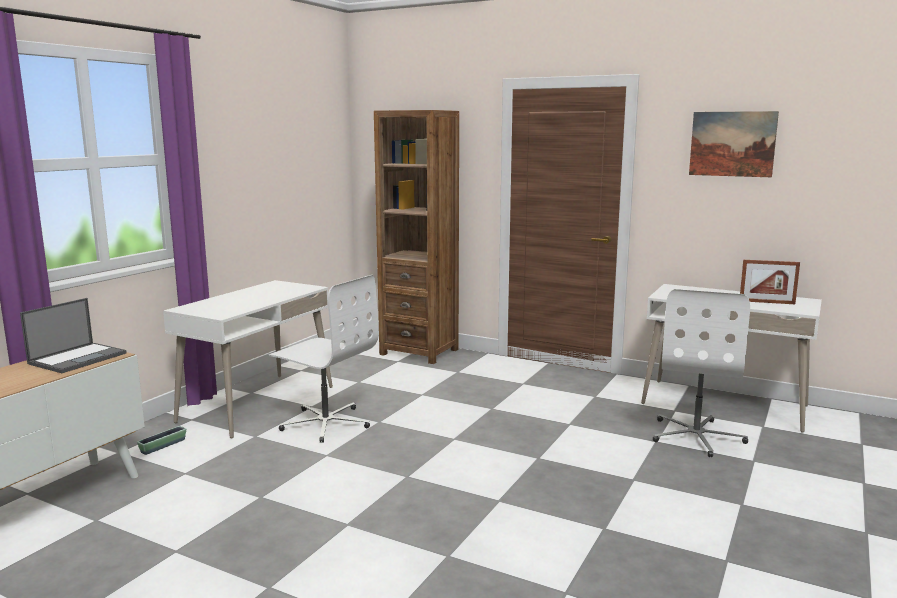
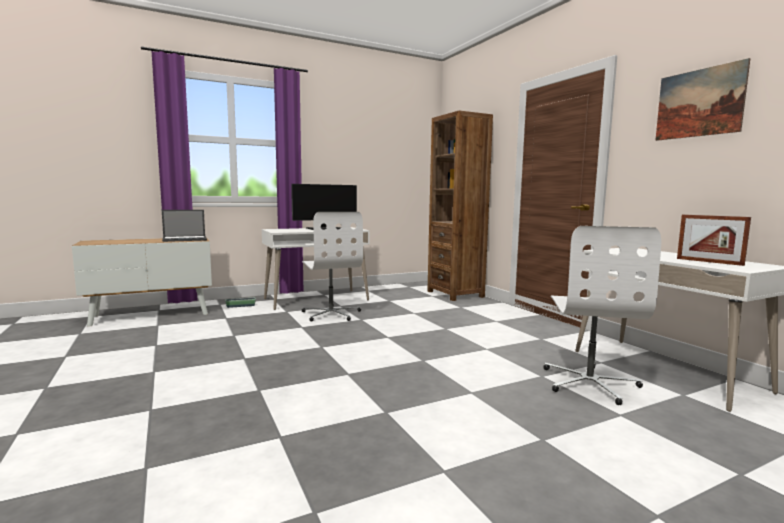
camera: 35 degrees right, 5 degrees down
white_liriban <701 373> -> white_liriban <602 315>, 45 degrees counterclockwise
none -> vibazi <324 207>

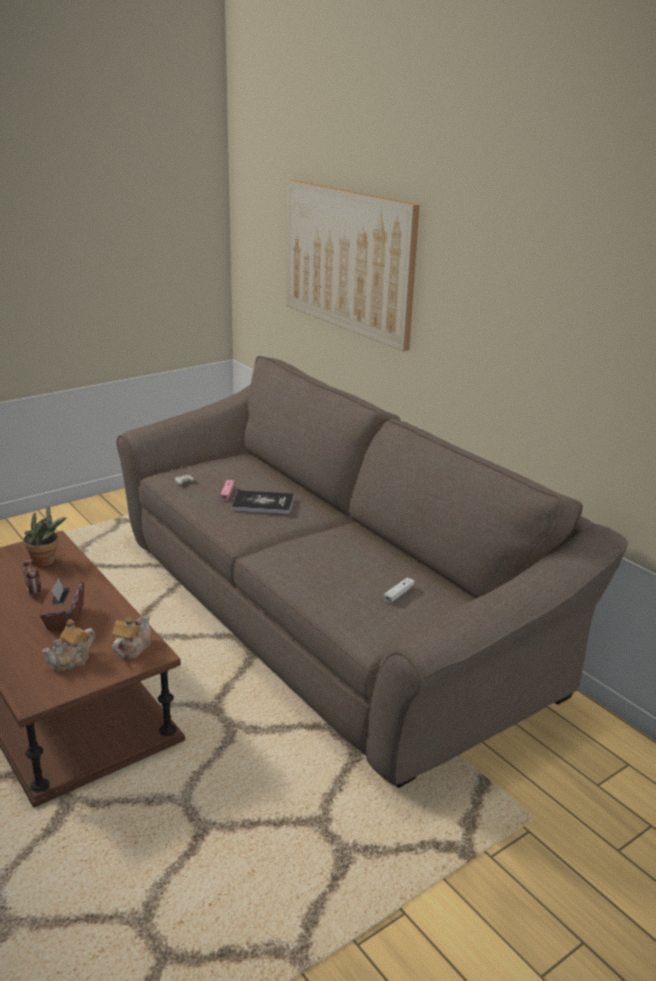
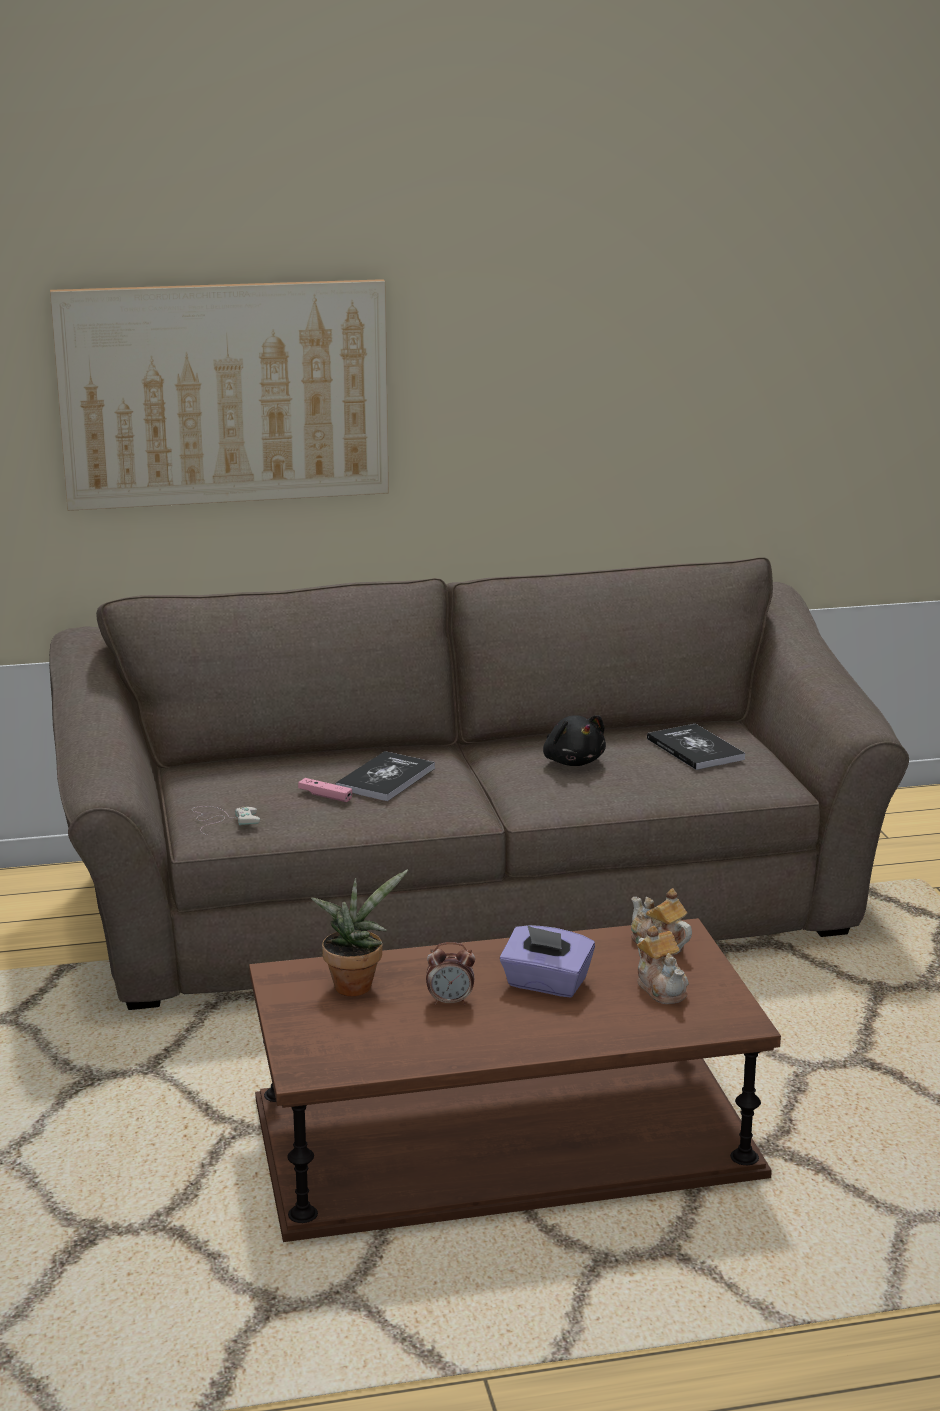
camera: 65 degrees left, 5 degrees down
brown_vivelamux <62 604> -> purple_vivelamux <547 961>
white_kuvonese <399 590> -> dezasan <696 747>
none -> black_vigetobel <574 740>

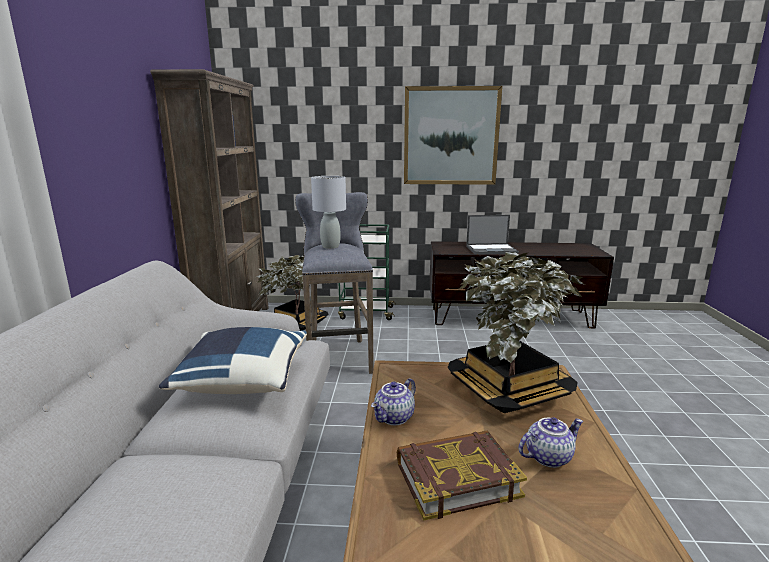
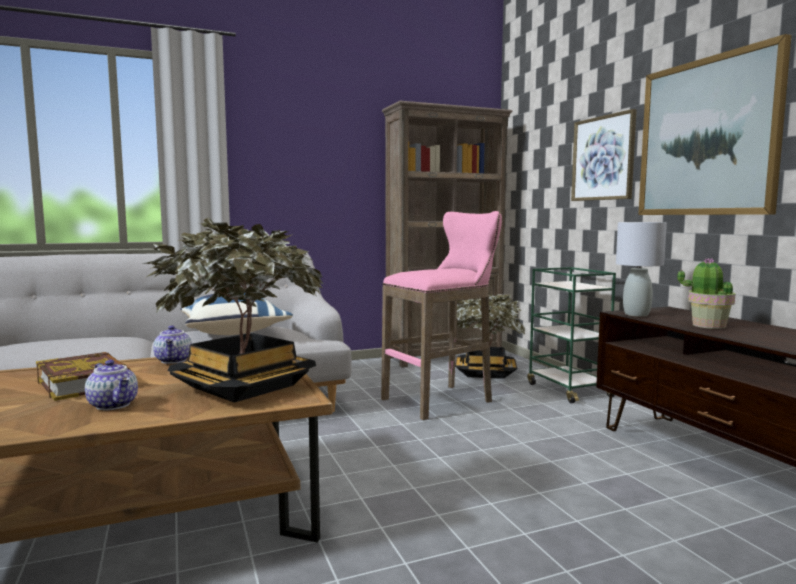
camera: 65 degrees right, 10 degrees down
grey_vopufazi <334 283> -> pink_vopufazi <441 315>
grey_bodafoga <328 212> -> grey_bodafoga <641 269>, shifted
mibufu <393 401> -> mibufu <172 344>, 120 degrees counterclockwise
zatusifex <492 234> -> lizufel <706 293>
none -> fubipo <604 155>

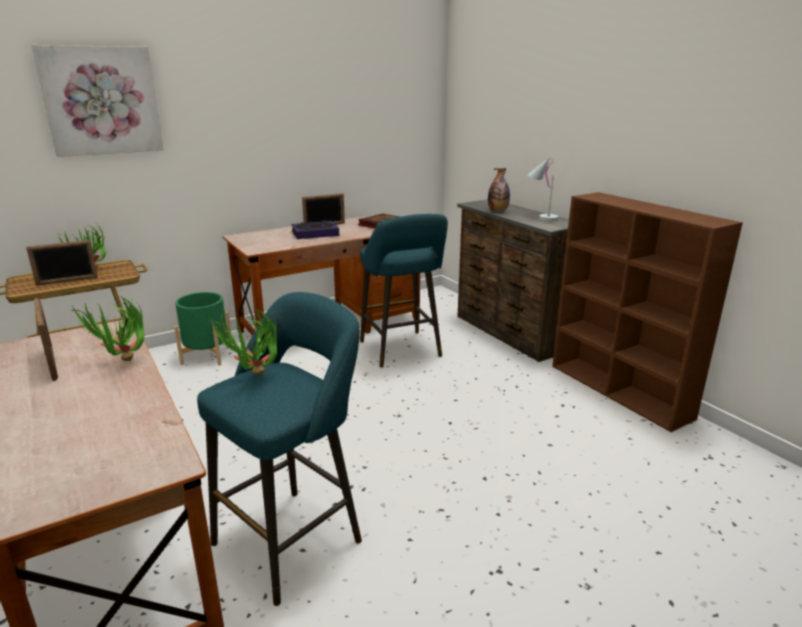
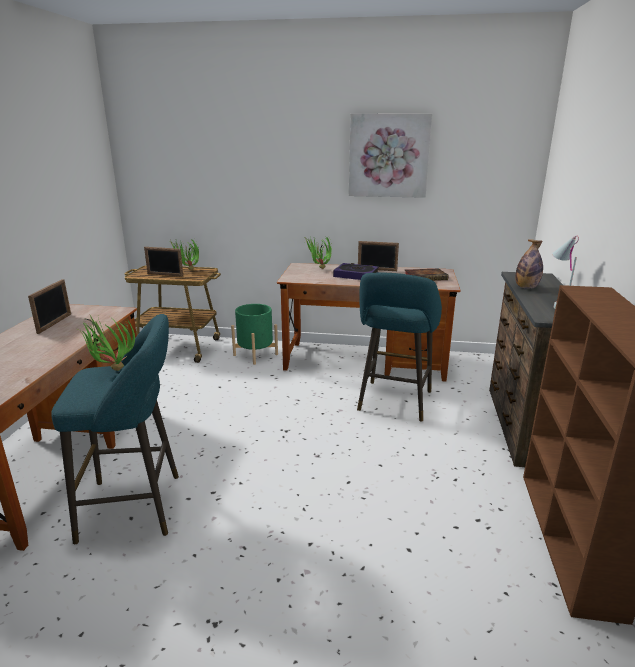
camera: 40 degrees right, 0 degrees up
fubipo <98 101> -> fubipo <390 156>, shifted
lizufel <107 328> -> lizufel <318 251>, shifted

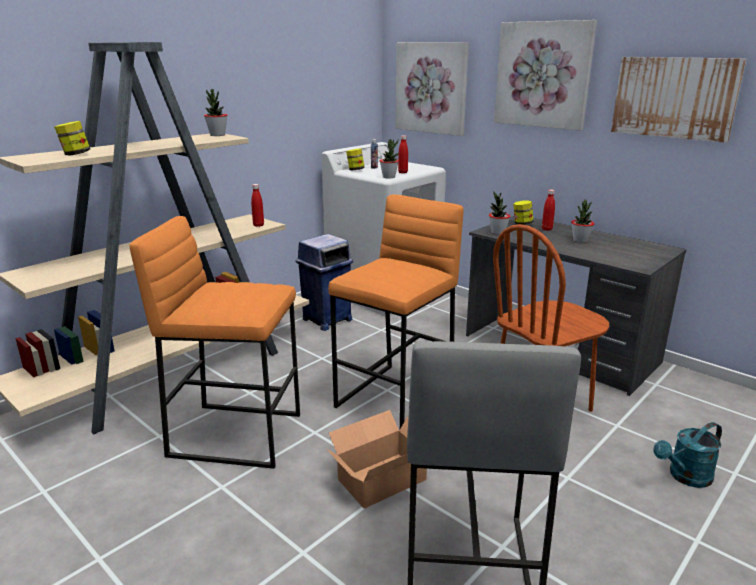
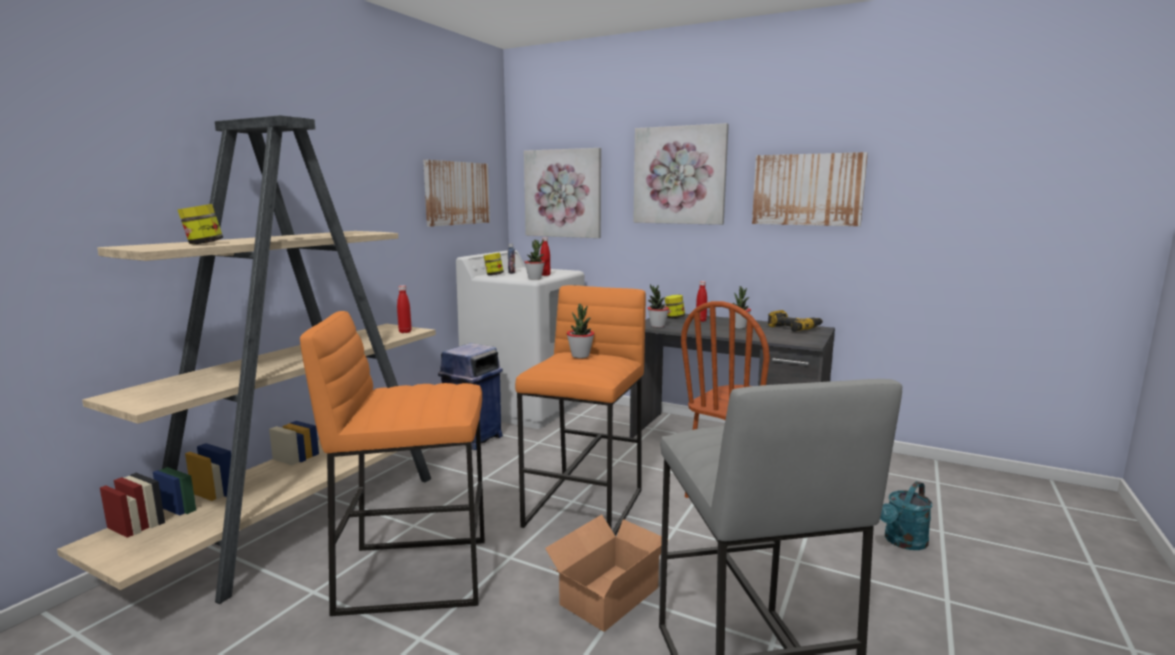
camera: 15 degrees left, 10 degrees down
lizufel <215 112> -> lizufel <580 331>, shifted
none -> fubipo <456 193>
none -> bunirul <795 321>

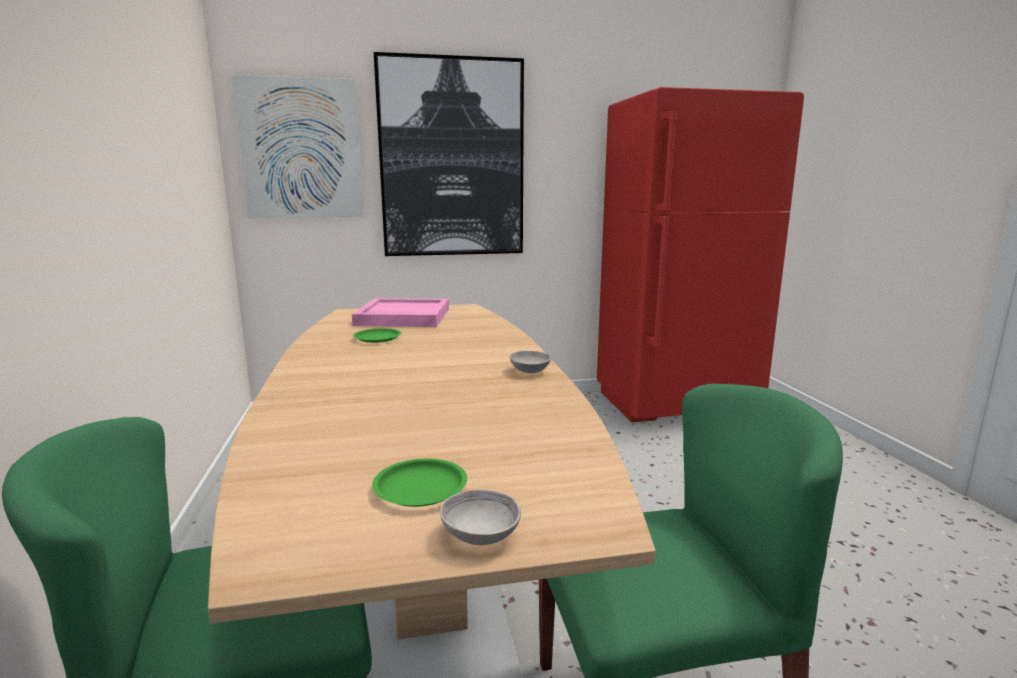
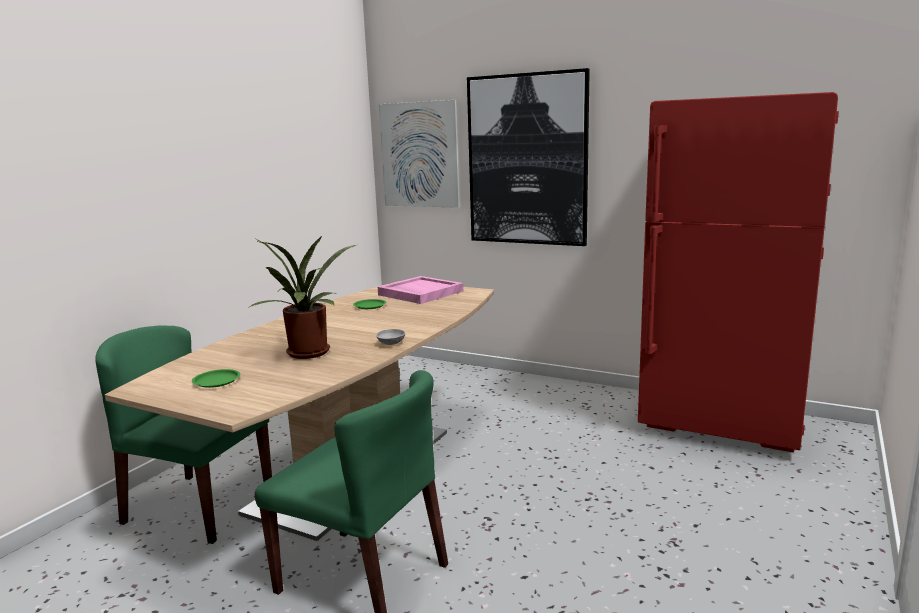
camera: 40 degrees right, 0 degrees up
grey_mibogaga <480 517> -> none
none -> lizufel <301 297>

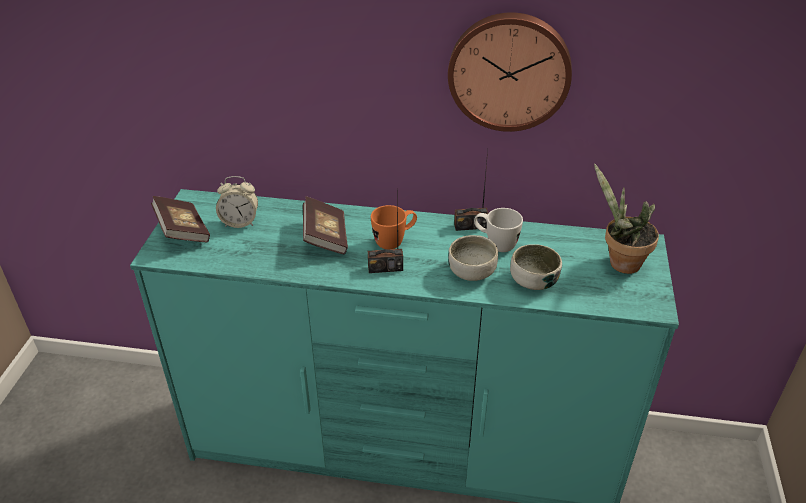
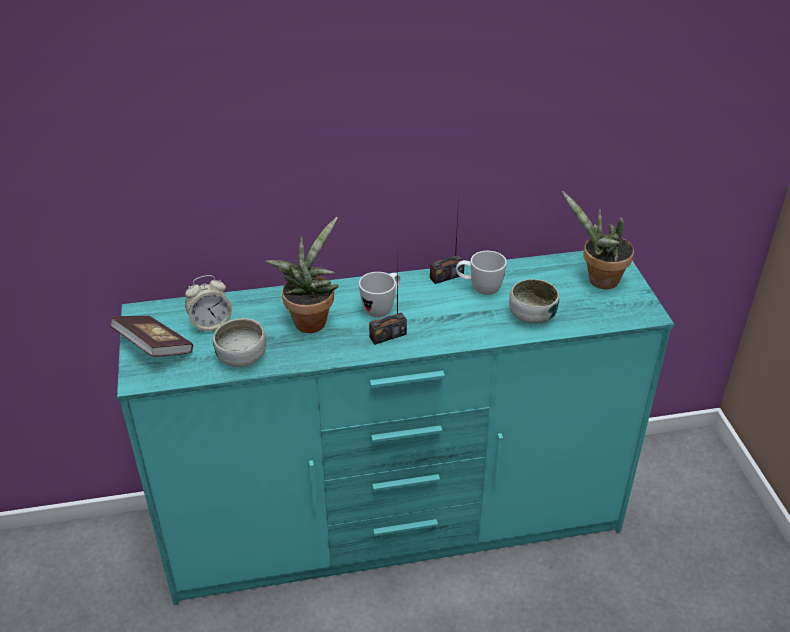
camera: 20 degrees left, 0 degrees up
dezasan <325 225> -> lizufel <302 275>
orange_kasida <394 227> -> white_kasida <380 295>
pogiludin <510 72> -> none
mibogaga <473 258> -> mibogaga <239 342>, shifted

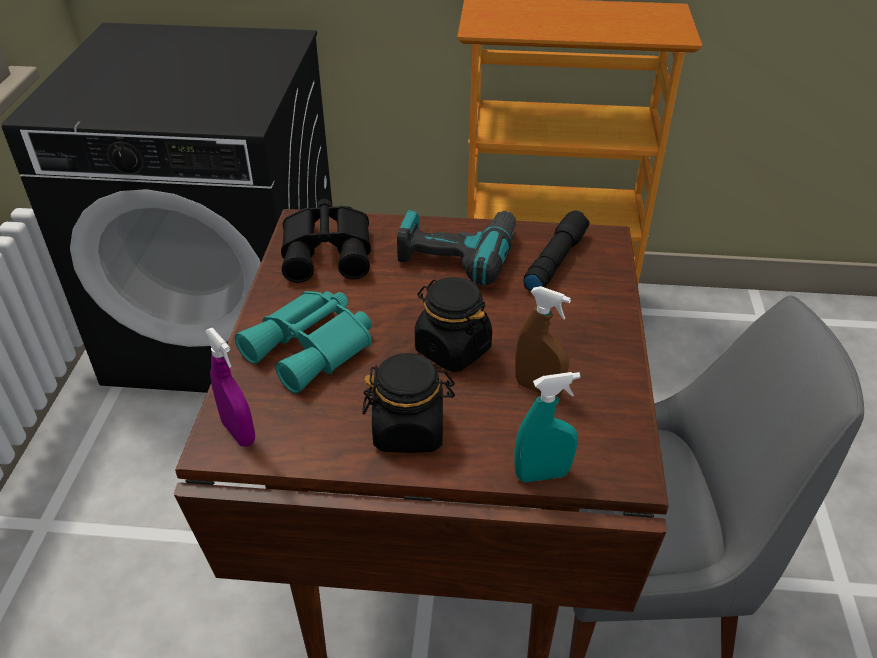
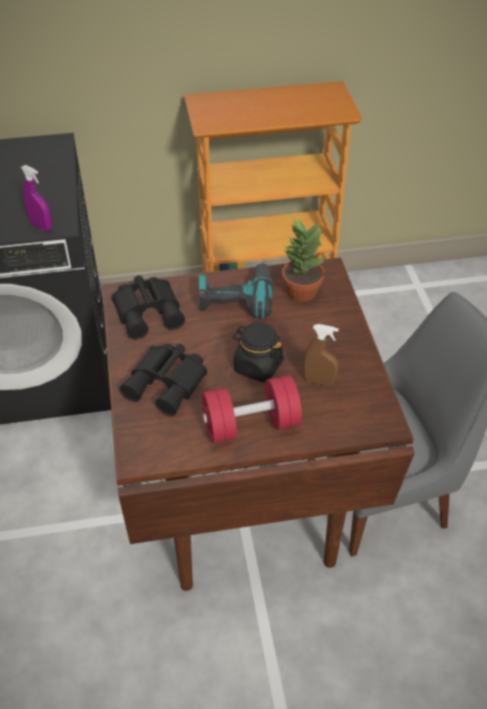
camera: 15 degrees left, 5 degrees up
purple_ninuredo <230 387> -> purple_ninuredo <36 198>, shifted
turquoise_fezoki <303 342> -> black_fezoki <163 379>
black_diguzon <408 403> -> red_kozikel <252 409>
turquoise_ninuredo <548 427> -> none
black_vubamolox <557 250> -> lizufel <304 260>

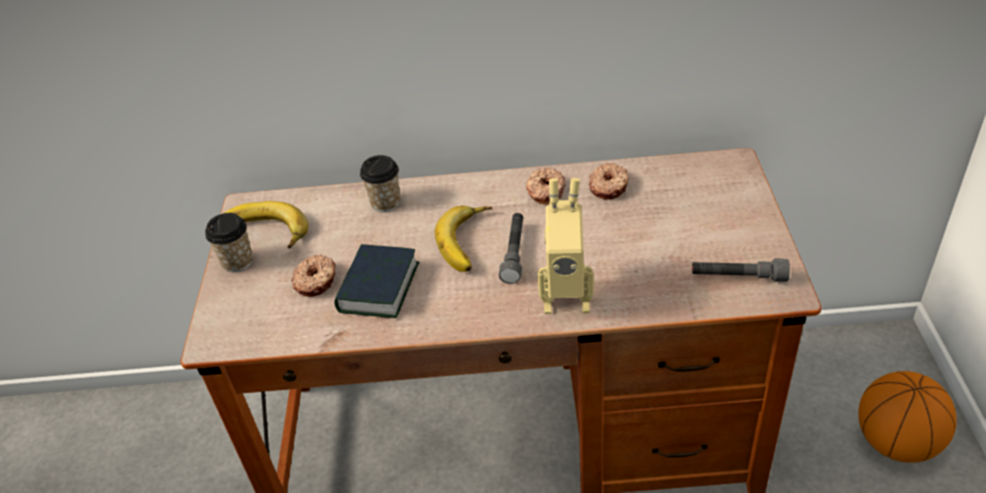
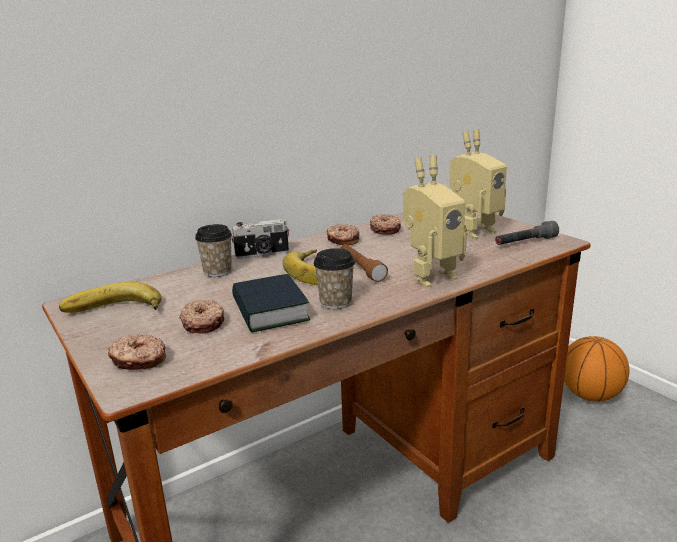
camera: 35 degrees left, 20 degrees down
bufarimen <229 242> -> bufarimen <334 278>, shifted
grey_vubamolox <511 248> -> brown_vubamolox <364 263>
none -> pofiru <137 352>
none -> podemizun <260 239>
none -> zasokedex <478 184>

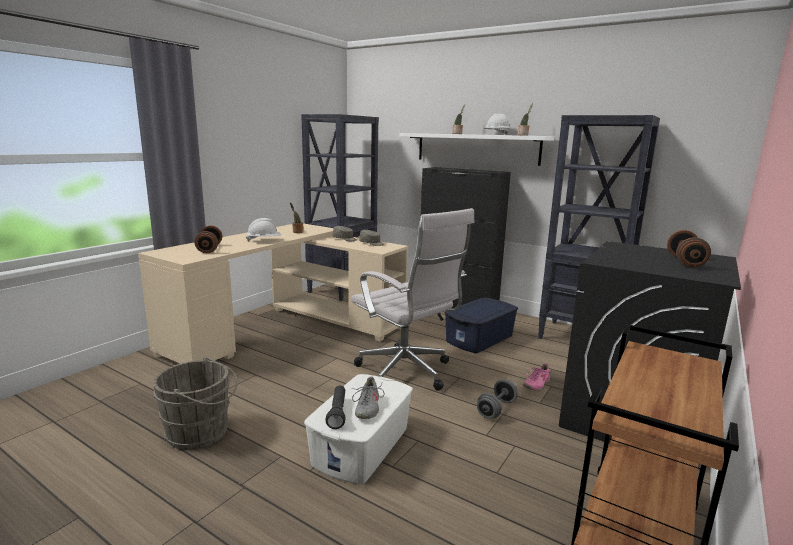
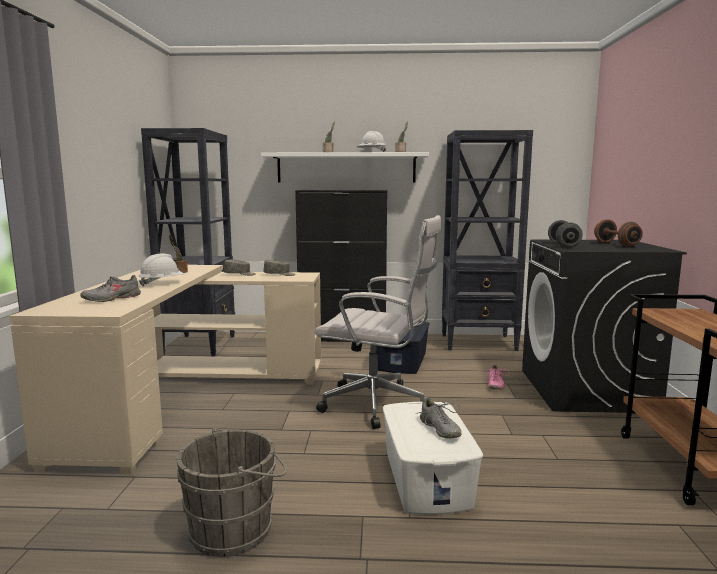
camera: 30 degrees left, 5 degrees down
brown_kozikel <208 239> -> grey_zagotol <110 288>
black_vubamolox <335 407> -> none
grey_kozikel <497 399> -> grey_kozikel <565 234>, shifted

